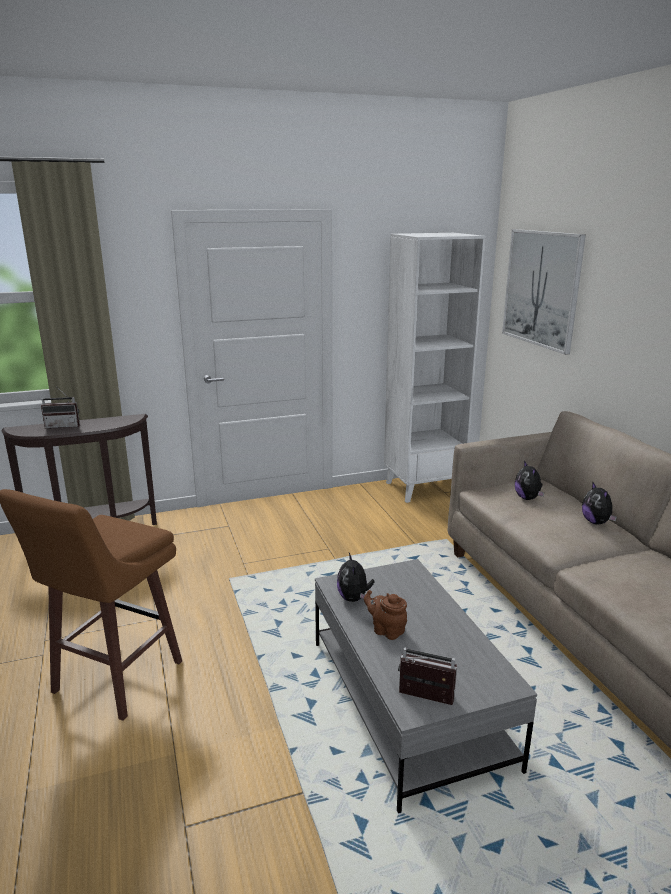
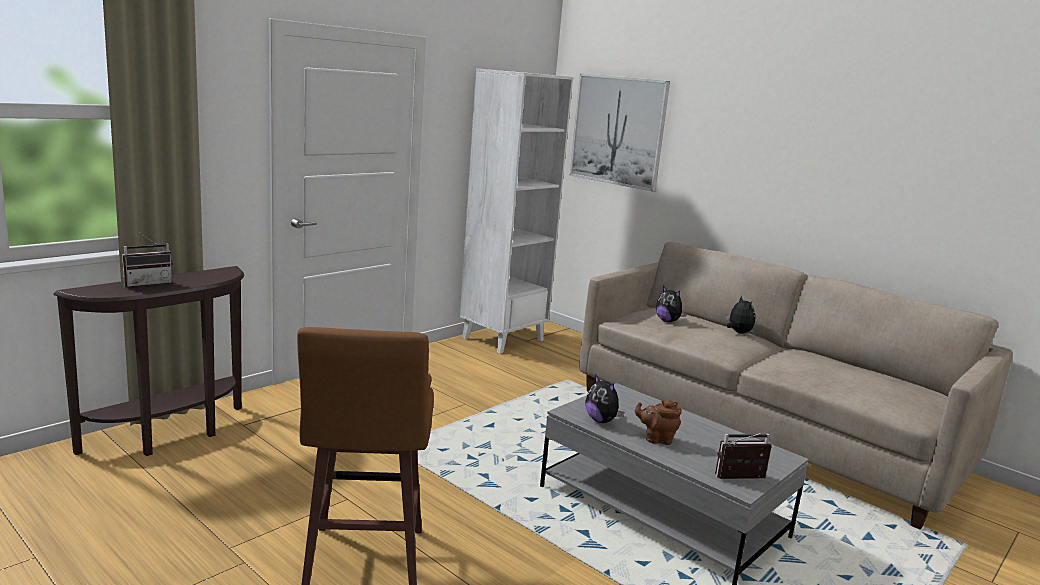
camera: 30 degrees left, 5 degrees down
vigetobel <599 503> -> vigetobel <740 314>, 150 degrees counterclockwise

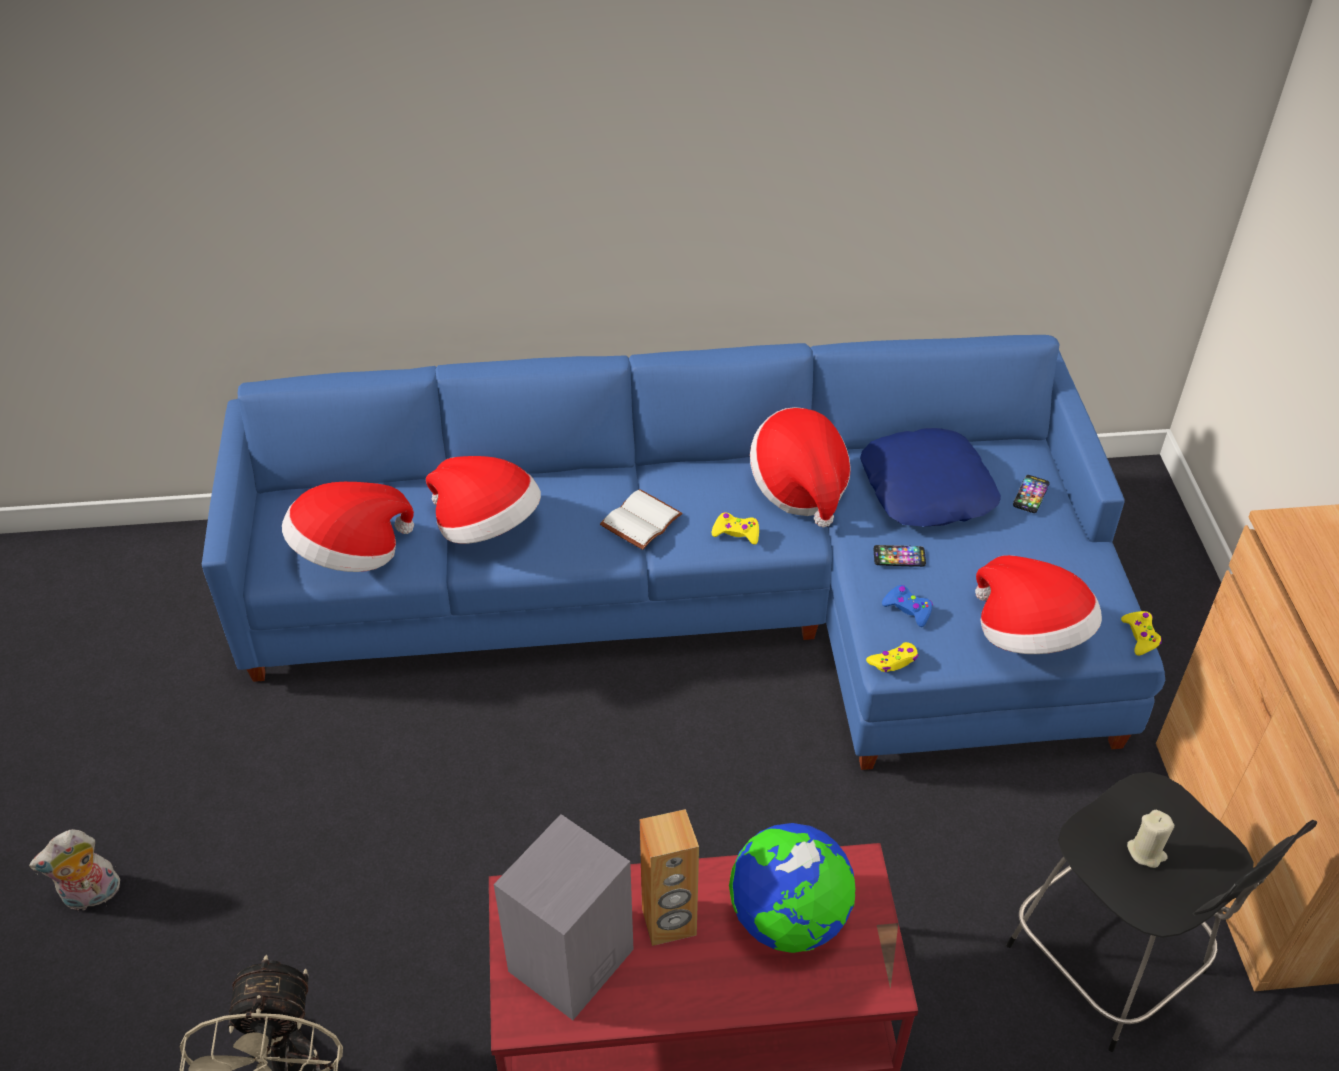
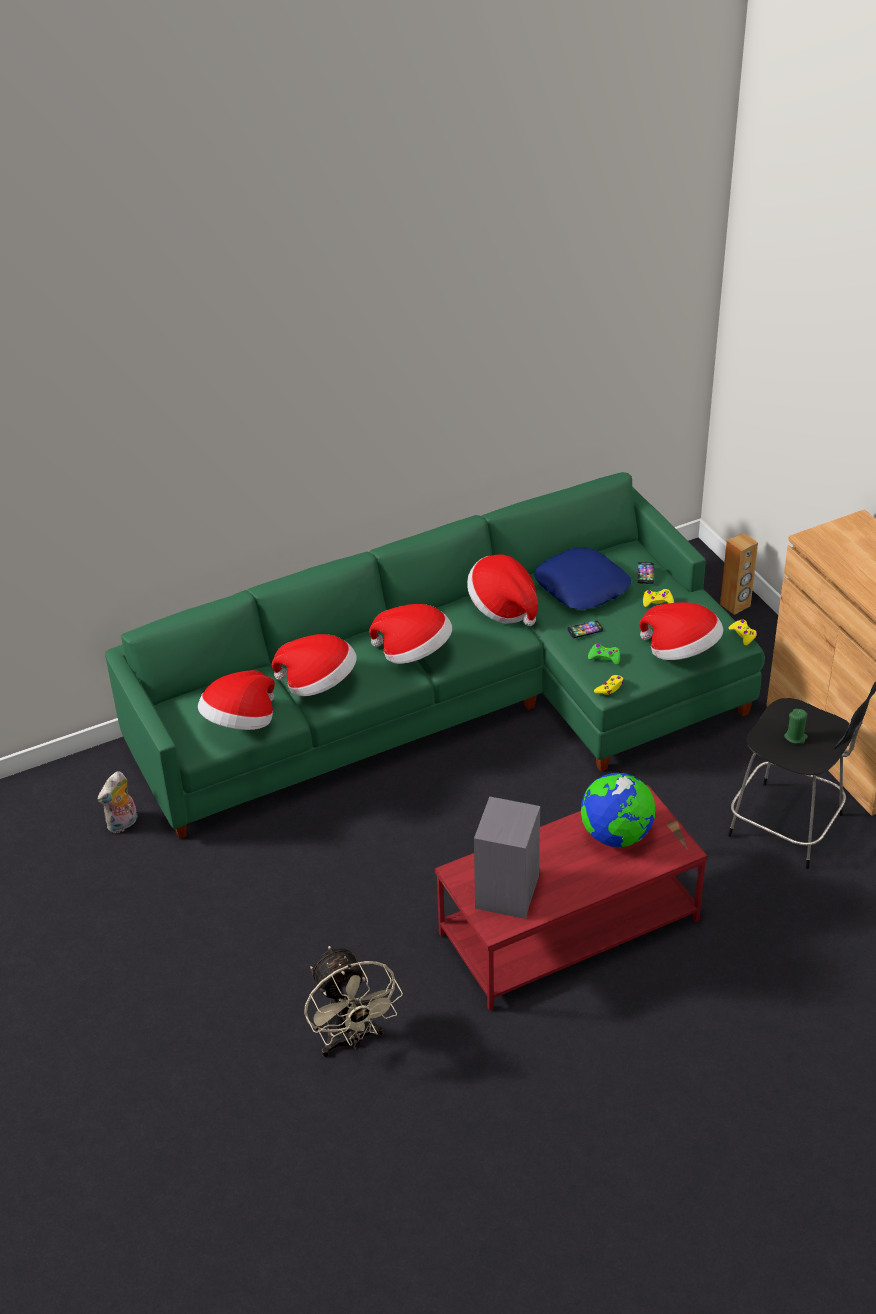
camera: 20 degrees left, 5 degrees down
vigetobel <74 870> -> vigetobel <117 802>, shifted
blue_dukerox <683 552> -> green_dukerox <435 655>
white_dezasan <641 519> -> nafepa <410 634>
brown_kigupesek <669 877> -> brown_kigupesek <739 574>, shifted
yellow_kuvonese <735 528> -> yellow_kuvonese <658 598>, shifted
blue_kuvonese <907 606> -> green_kuvonese <604 654>
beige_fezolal <1150 839> -> green_fezolal <796 726>

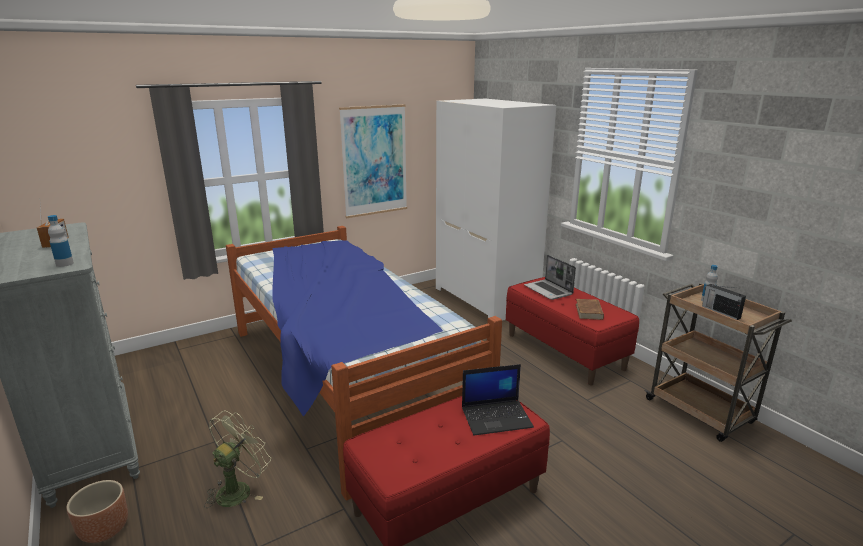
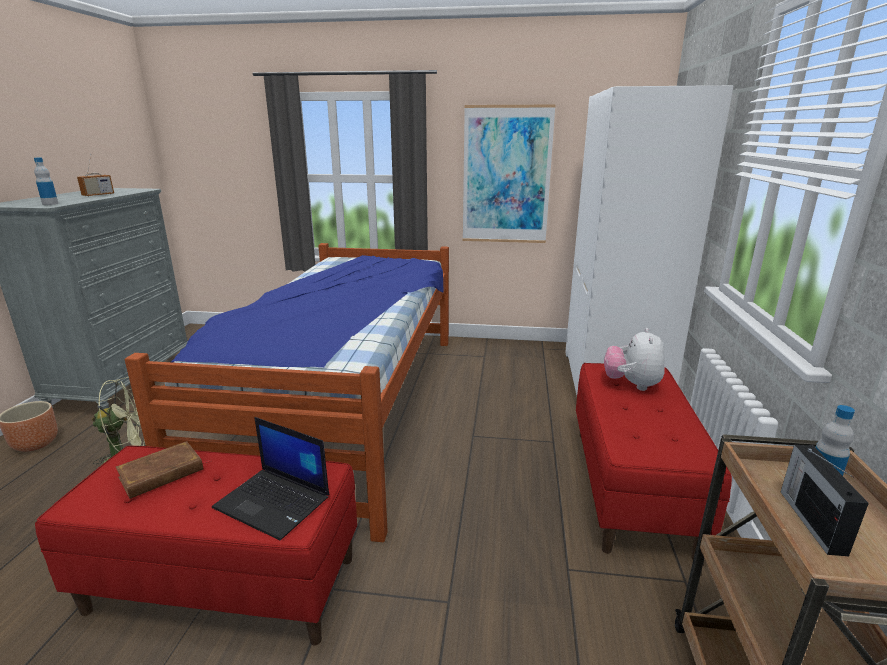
camera: 40 degrees right, 0 degrees up
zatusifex <550 277> -> vigetobel <634 359>
brown_dezasan <590 309> -> brown_dezasan <163 470>, shifted

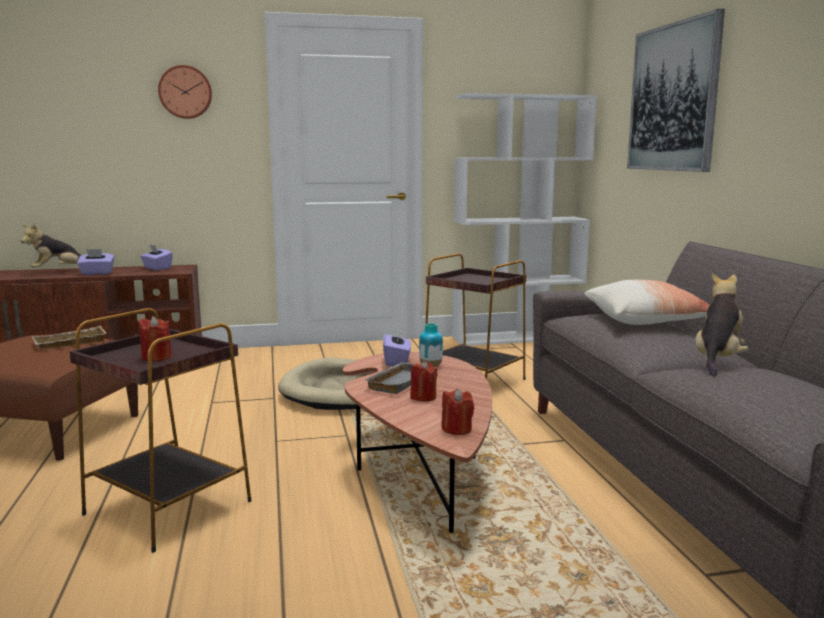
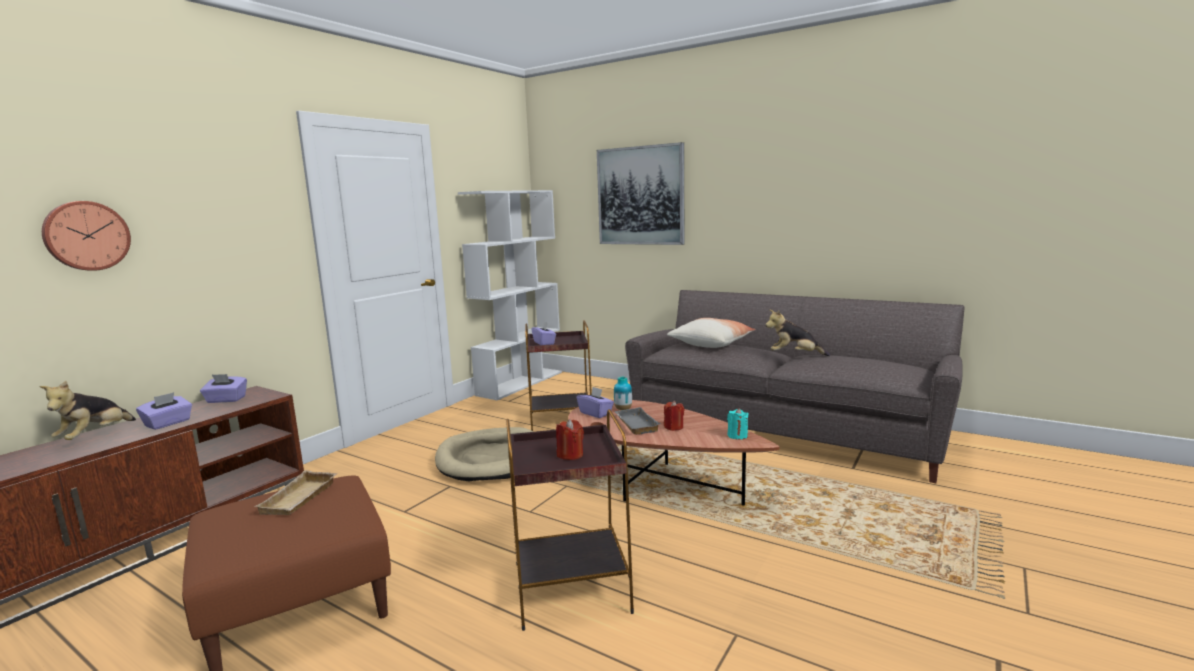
camera: 45 degrees left, 0 degrees up
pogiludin <185 92> -> pogiludin <86 236>, shifted
red_fezolal <457 412> -> turquoise_fezolal <738 424>
vigetobel <722 324> -> vigetobel <797 333>, 60 degrees counterclockwise
none -> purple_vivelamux <543 333>

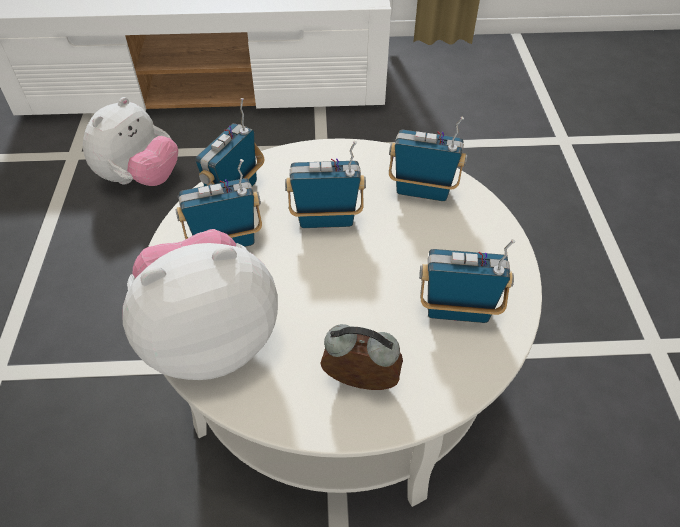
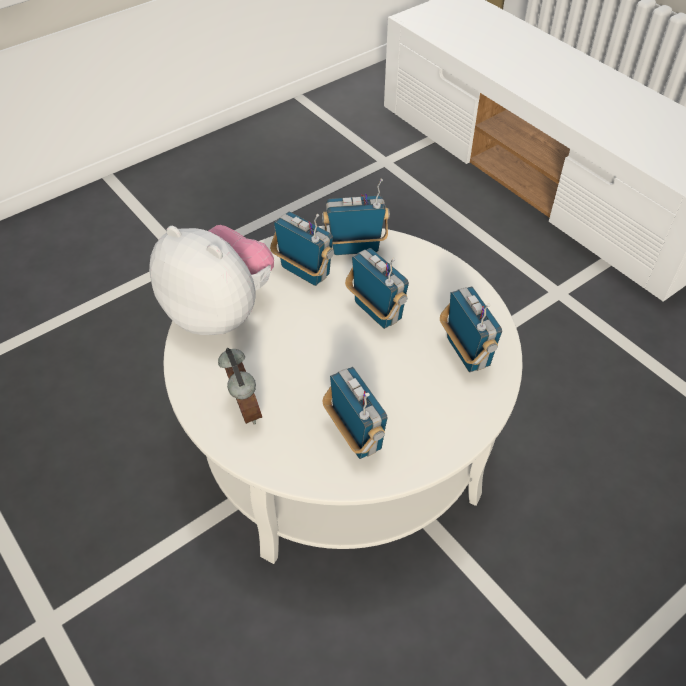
camera: 55 degrees right, 0 degrees up
vigetobel <130 141> -> none

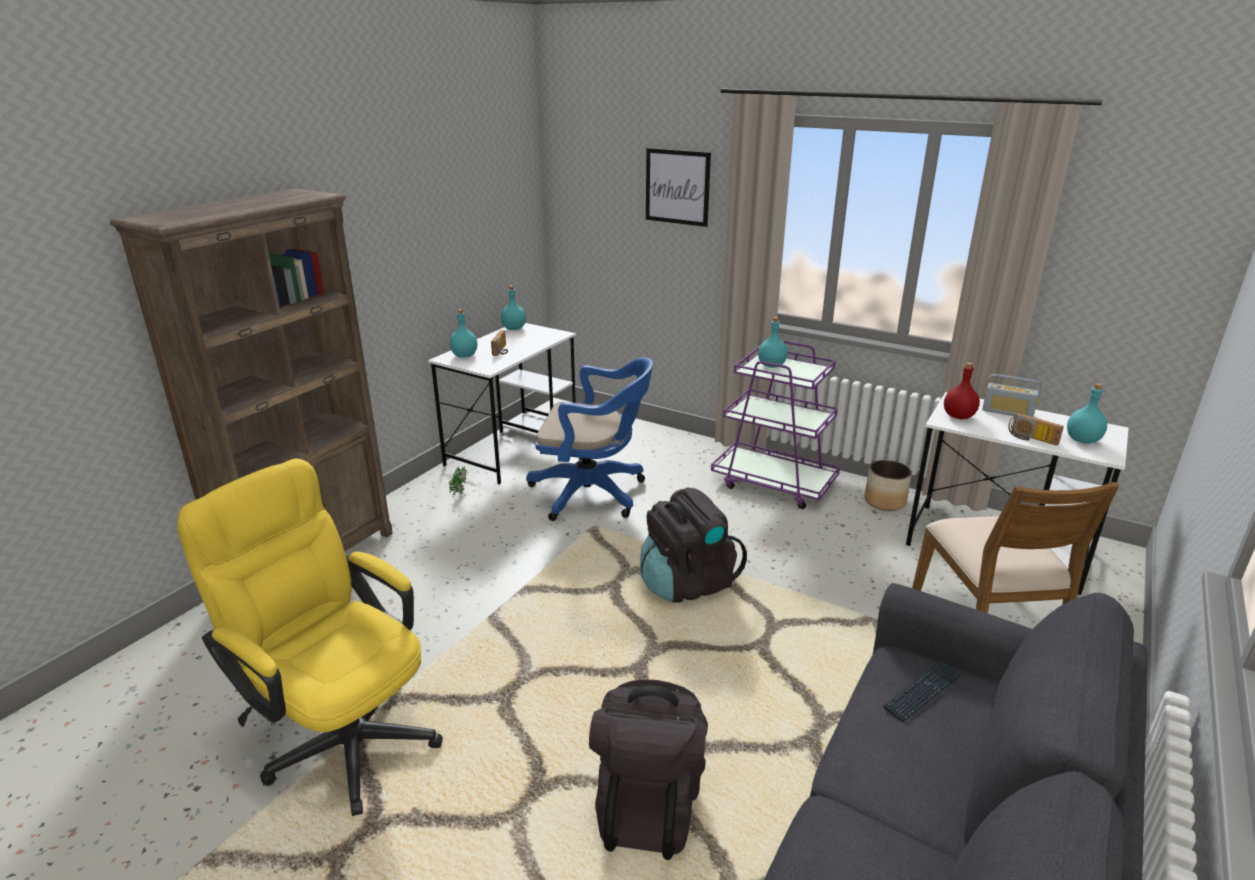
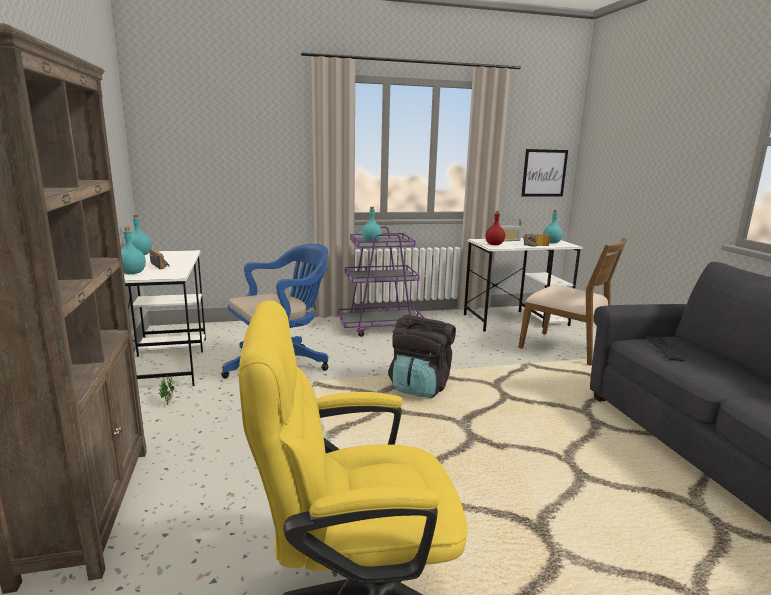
camera: 45 degrees left, 10 degrees down
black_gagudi <648 769> -> none
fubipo <678 187> -> fubipo <544 172>, shifted
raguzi <888 485> -> none

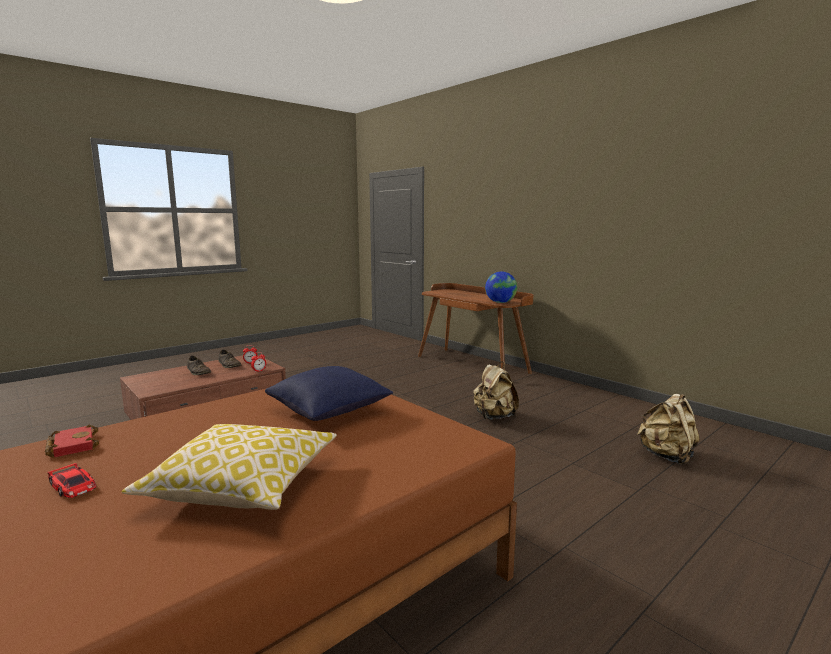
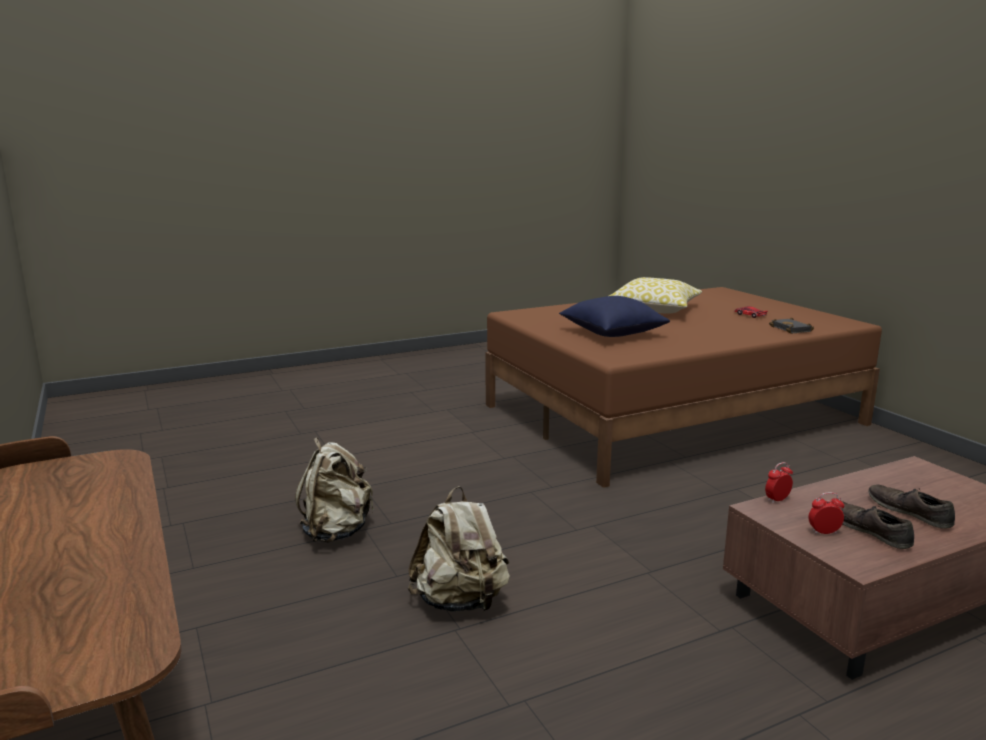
camera: 165 degrees left, 5 degrees up
red_dezasan <72 441> -> black_dezasan <791 325>
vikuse <501 287> -> none
beige_gagudi <668 429> -> beige_gagudi <459 549>, shifted

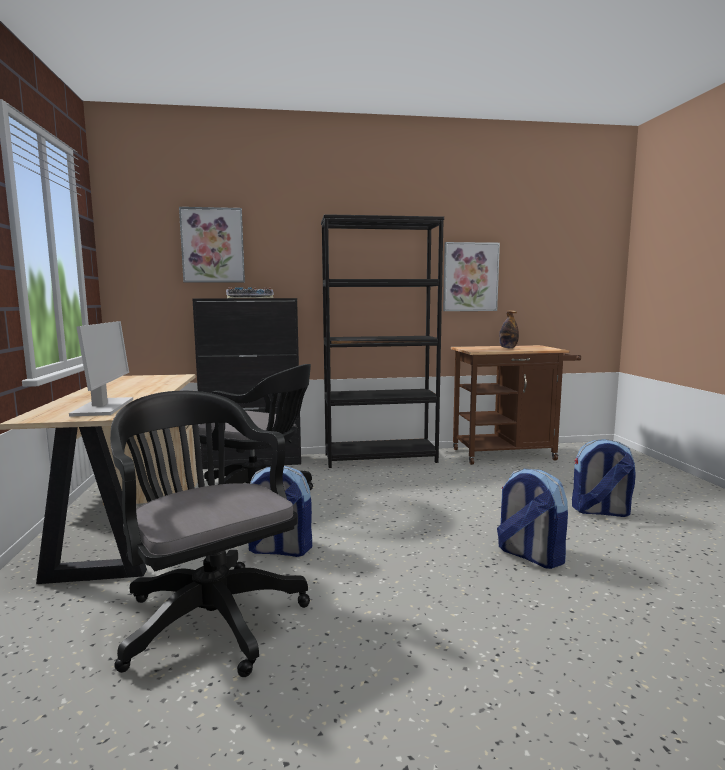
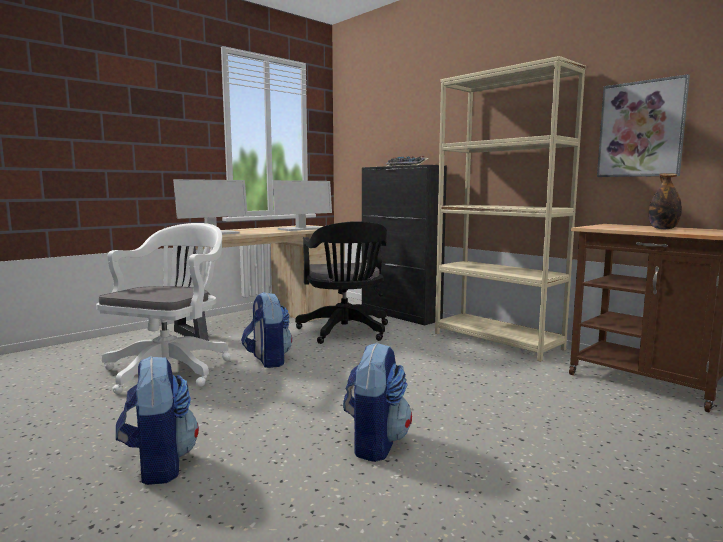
camera: 55 degrees right, 0 degrees up
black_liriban <210 534> -> white_liriban <163 308>
fubipo <212 245> -> none
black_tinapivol <382 341> -> beige_tinapivol <510 209>
gagudi <604 478> -> gagudi <157 420>, shifted
none -> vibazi <302 205>

